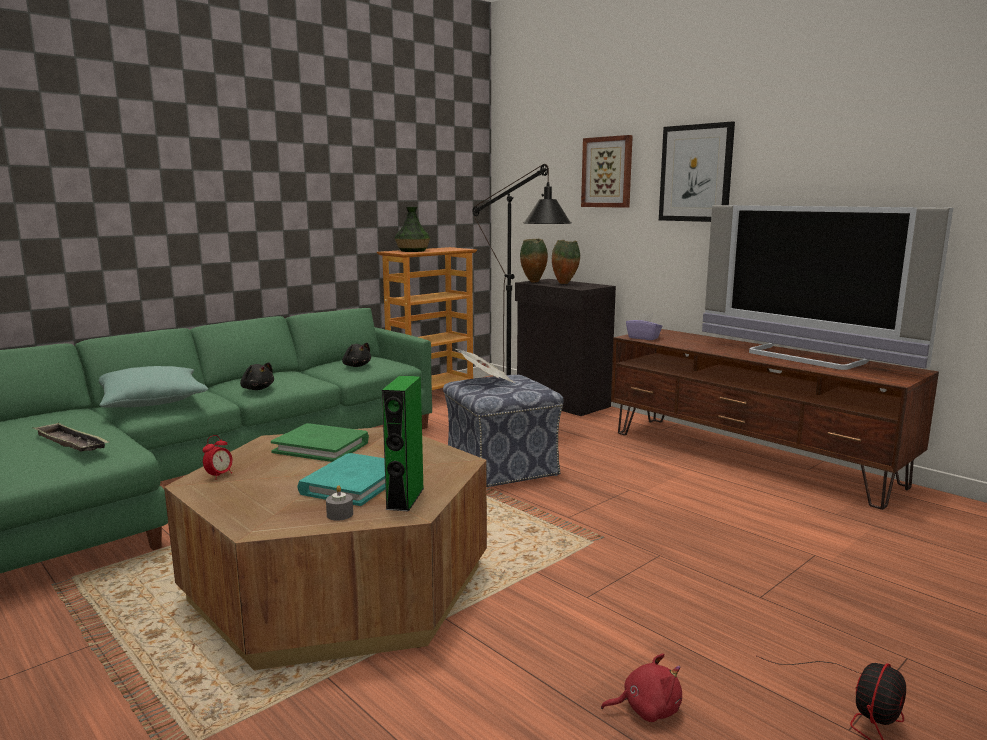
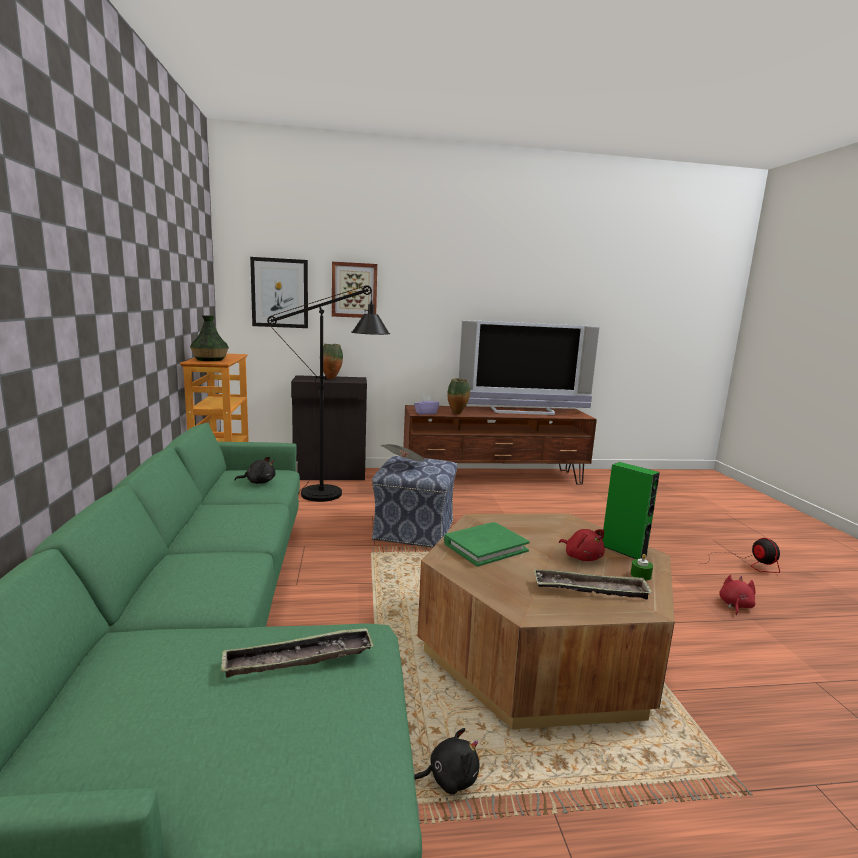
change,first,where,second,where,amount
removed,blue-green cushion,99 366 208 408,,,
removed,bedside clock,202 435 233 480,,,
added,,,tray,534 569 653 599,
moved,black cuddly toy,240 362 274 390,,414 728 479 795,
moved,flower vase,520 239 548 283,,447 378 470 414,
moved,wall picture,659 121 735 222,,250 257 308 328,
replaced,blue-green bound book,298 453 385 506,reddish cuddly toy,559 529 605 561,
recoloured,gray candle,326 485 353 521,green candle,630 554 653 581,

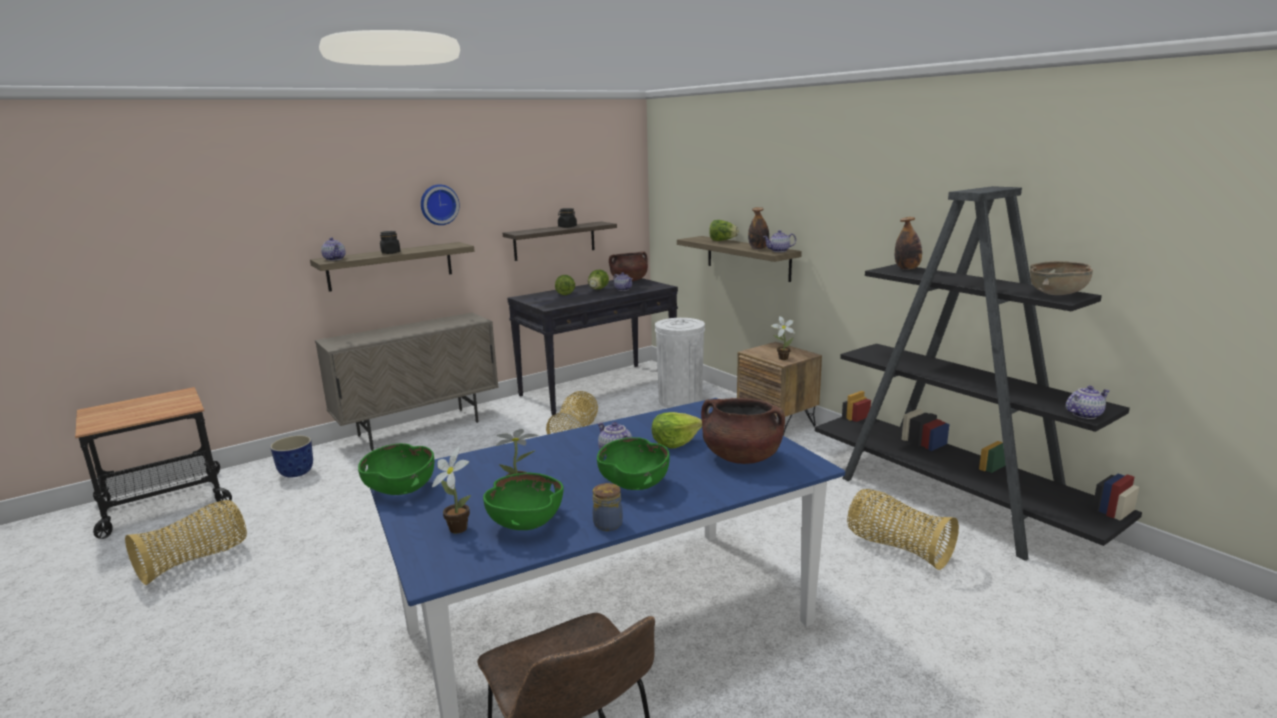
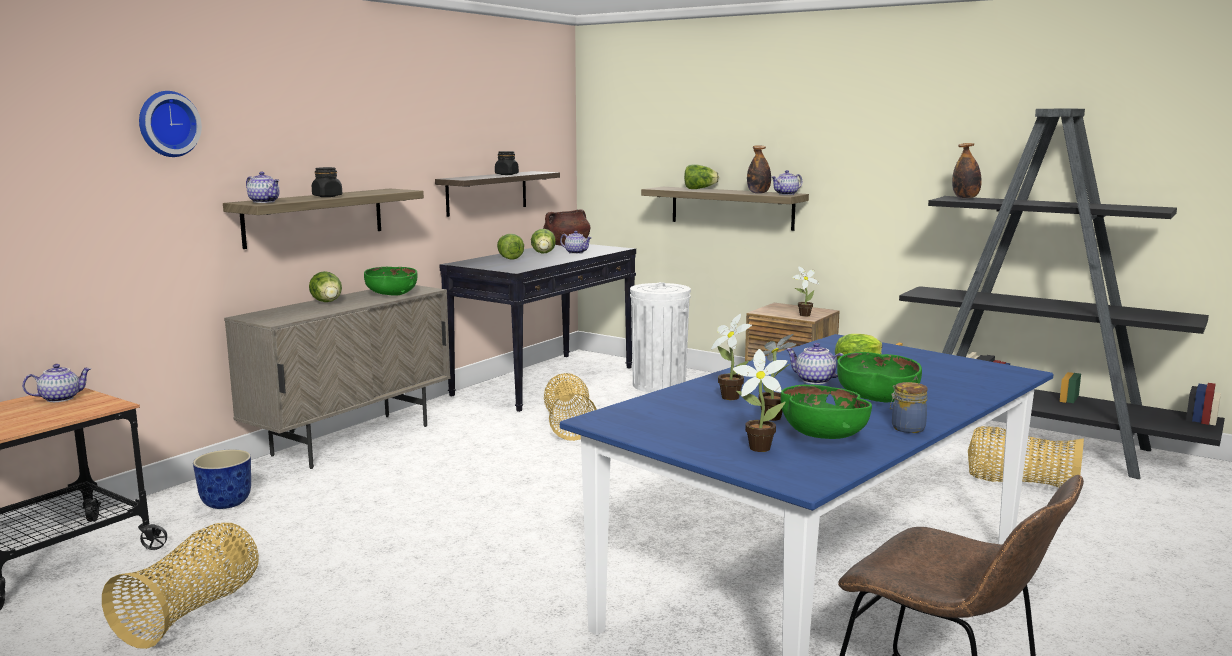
change,first,where,second,where,amount
removed,brown-coloured cooking pot,701 398 785 464,,,
removed,brown-coloured serving bowl,1030 261 1093 295,,,
added,,,lettuce head,309 271 342 302,
added,,,plant in a pot,711 314 752 400,
moved,green serving bowl,358 443 434 495,,364 267 417 296,
moved,wall clock,421 184 460 225,,139 91 202 157,
moved,teapot,1066 386 1109 419,,22 364 92 402,

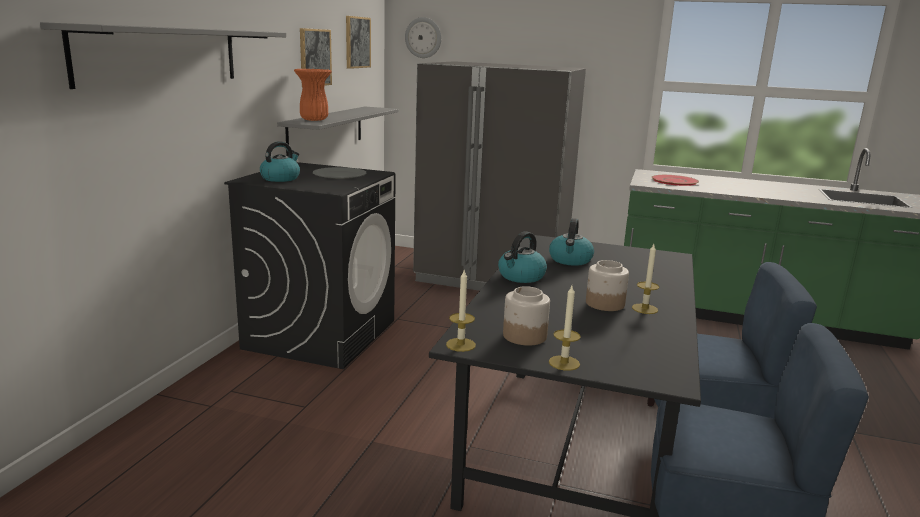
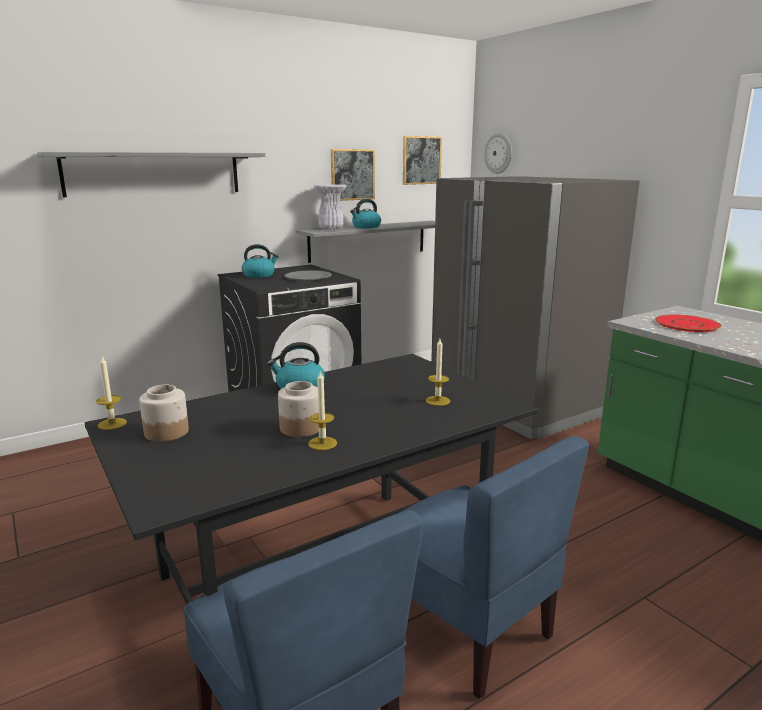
change,first,where,second,where,amount
moved,kettle,549 218 594 266,,350 199 381 228,
moved,candle,549 286 581 371,,426 339 450 406,
recoloured,orange flower vase,294 69 332 121,white-coloured flower vase,314 184 347 230,

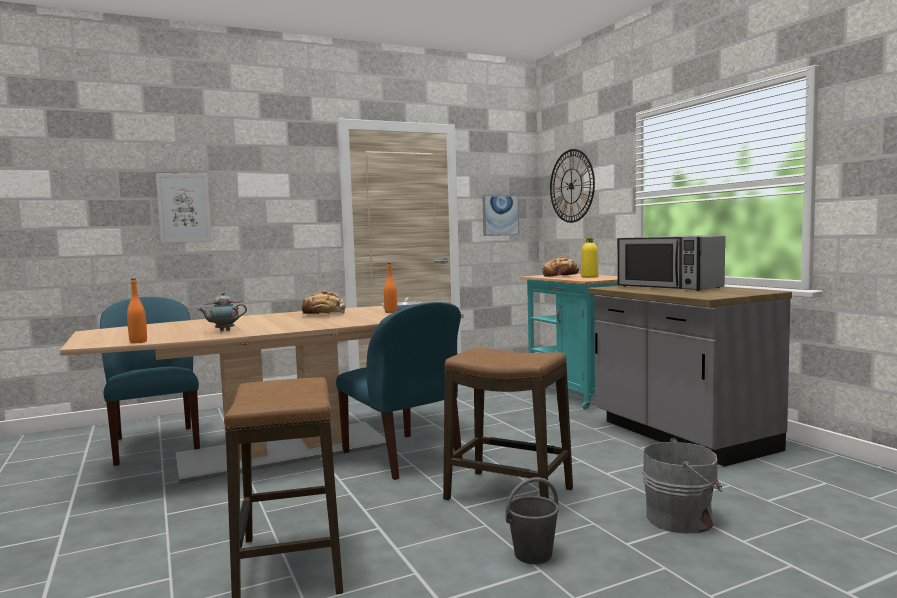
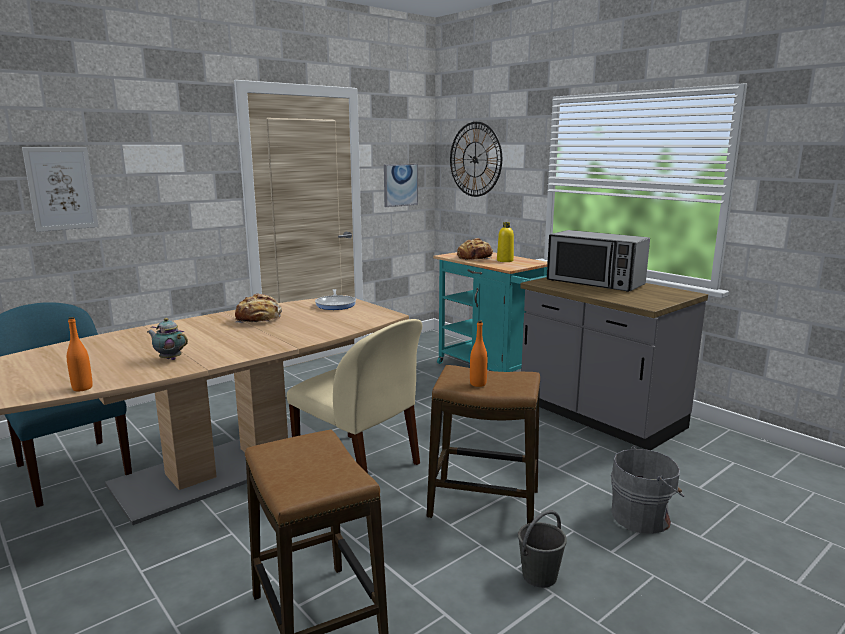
change,first,where,second,where,amount
moved,orange bottle,384 263 397 313,,470 321 488 387,
recoloured,blue chair,336 302 463 480,beige-coloured chair,287 319 422 473,
turned,teapot,198 292 247 331,,147 318 188 360,60 degrees clockwise

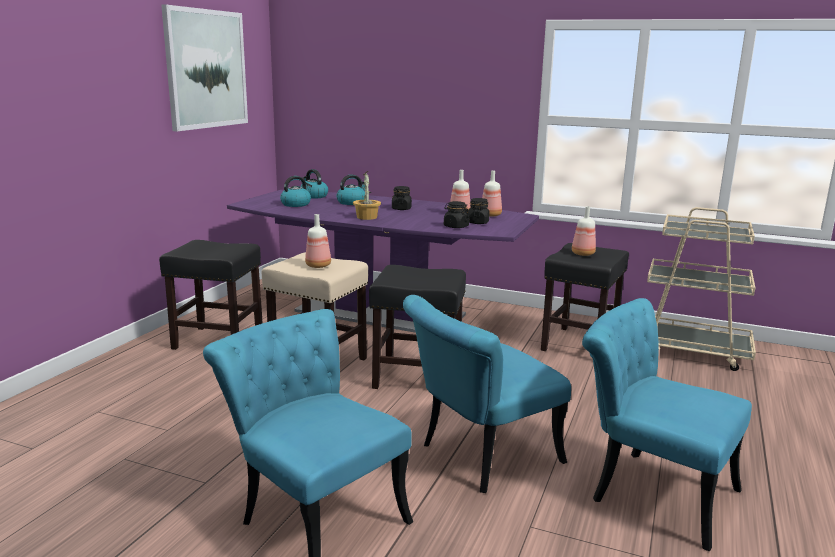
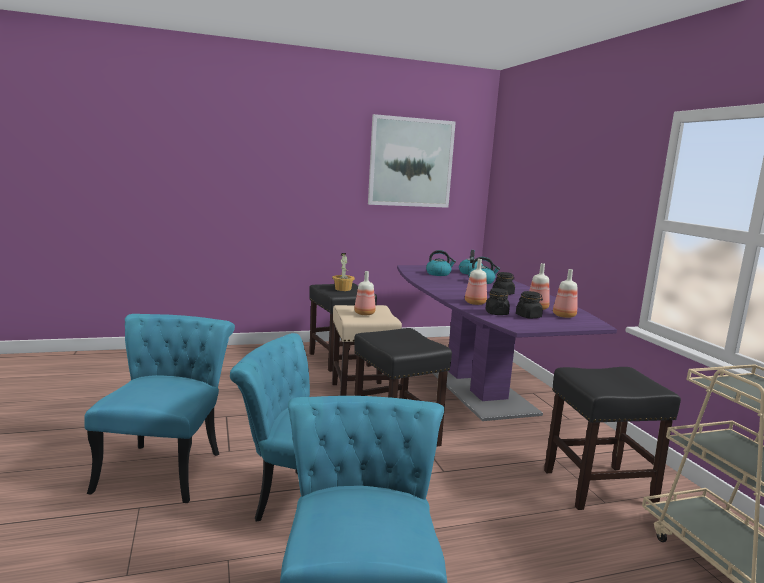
change,first,where,second,where,amount
moved,plant in a pot,353 171 381 220,,333 253 355 291,
moved,bottle,572 206 596 256,,465 259 487 305,

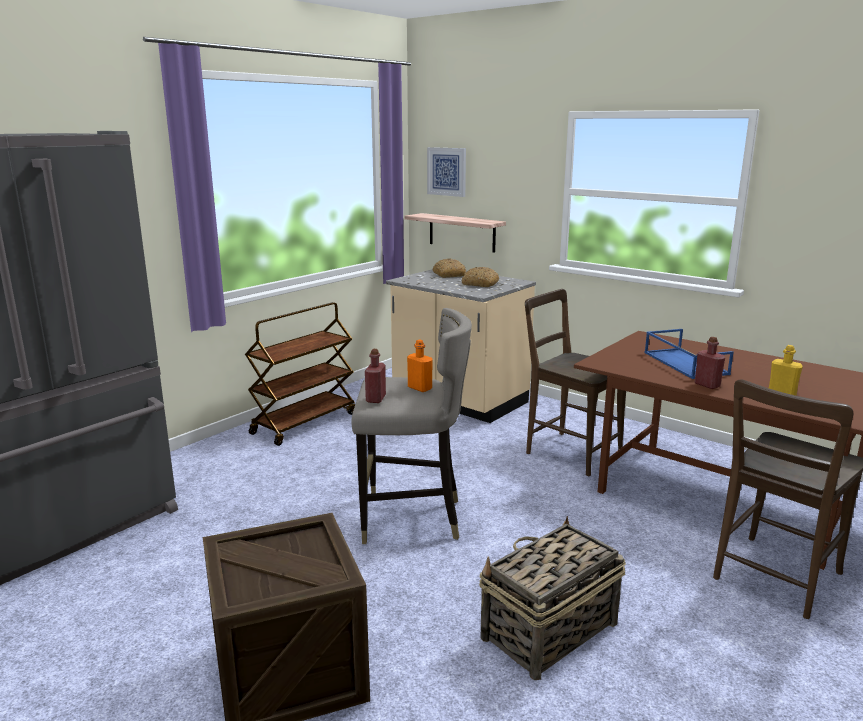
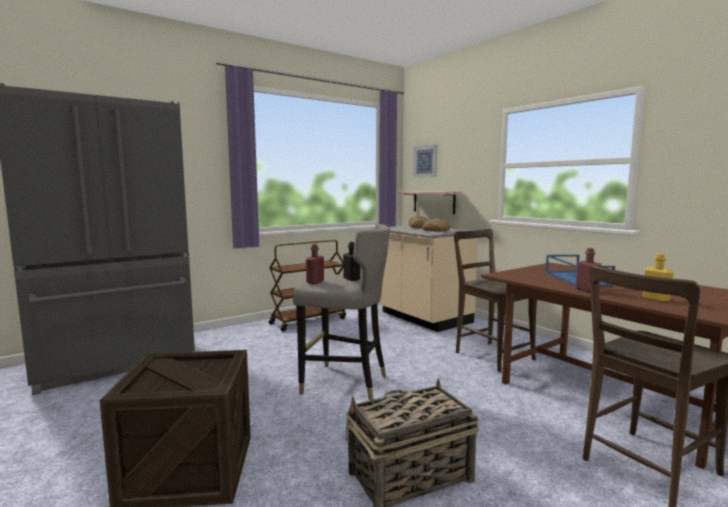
change,first,where,second,where,amount
recoloured,orange bottle,407 340 433 392,black bottle,343 242 360 281,

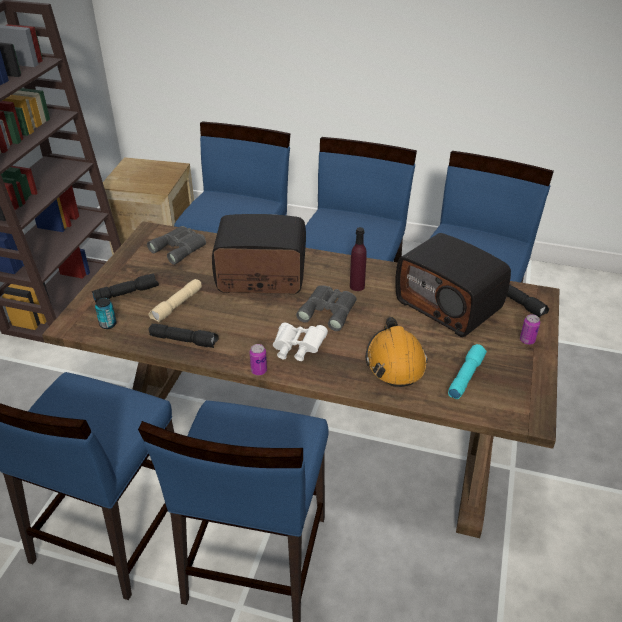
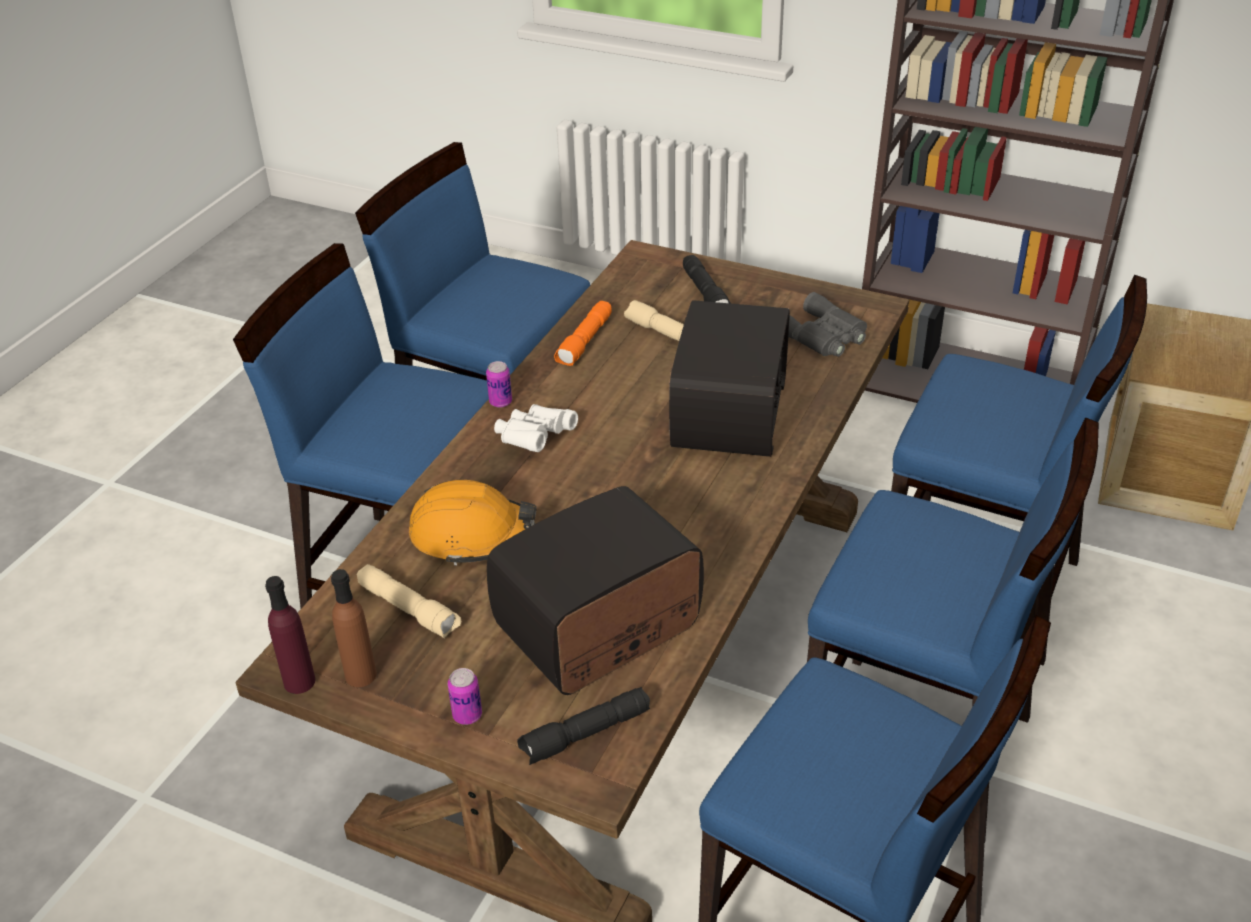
change,first,where,second,where,amount
removed,can,95 298 117 329,,,
removed,gray field glasses,296 285 357 331,,,
added,,,brown-coloured bottle,331 569 377 687,
moved,purple-coloured bottle,350 227 367 291,,265 576 315 694,
recoloured,black hand torch,148 324 219 348,orange hand torch,554 301 612 366,
recoloured,blue-green hand torch,448 344 487 399,beige-coloured hand torch,357 564 461 639,

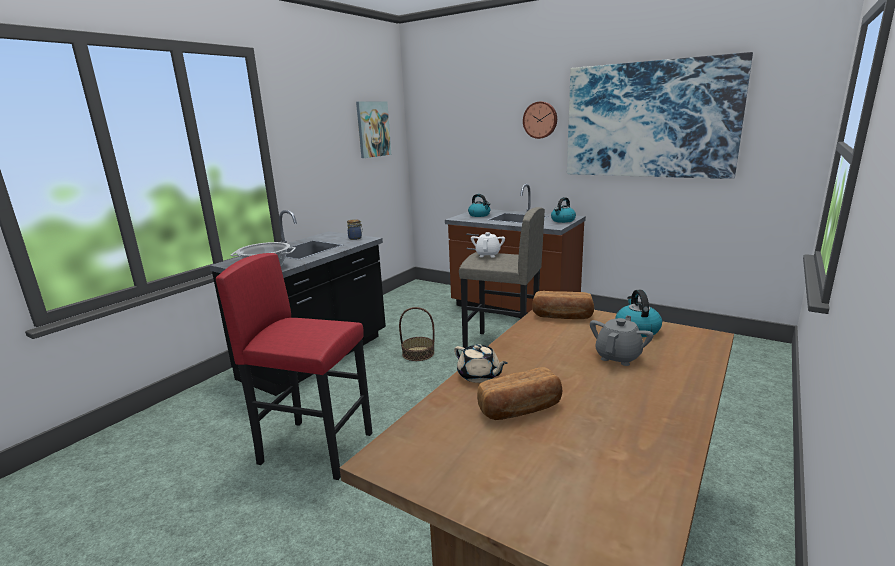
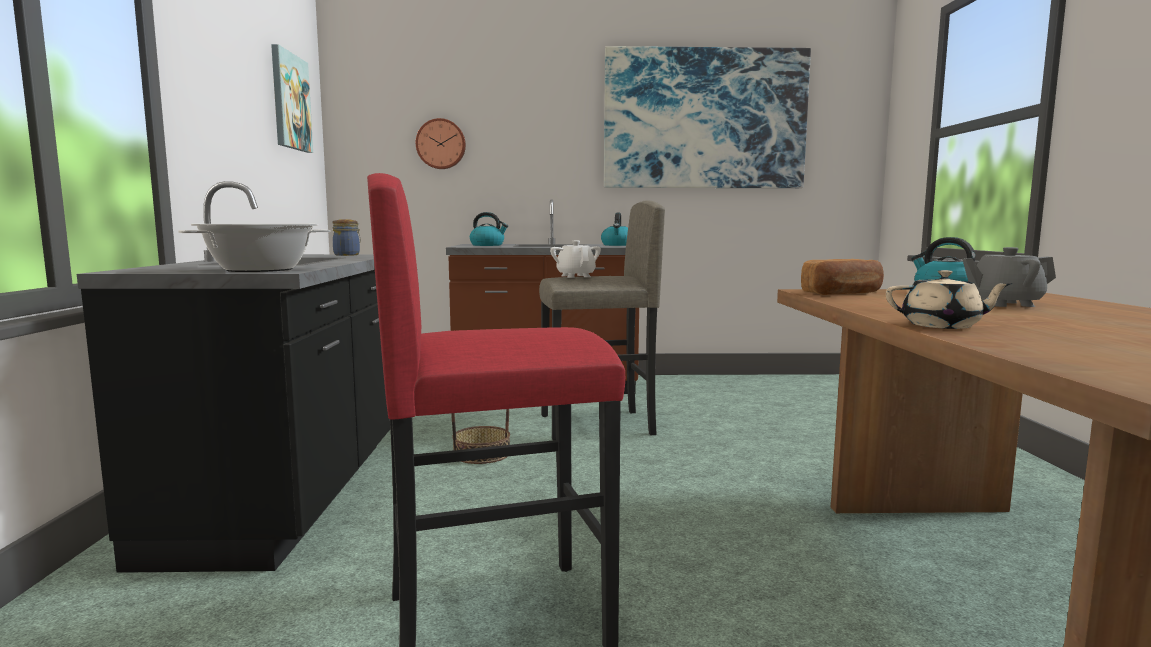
change,first,where,second,where,amount
removed,baked bread,477 368 562 420,,,
moved,wall clock,523 101 557 139,,416 118 466 169,
turned,gray teapot,590 315 653 366,,963 247 1056 307,90 degrees counterclockwise

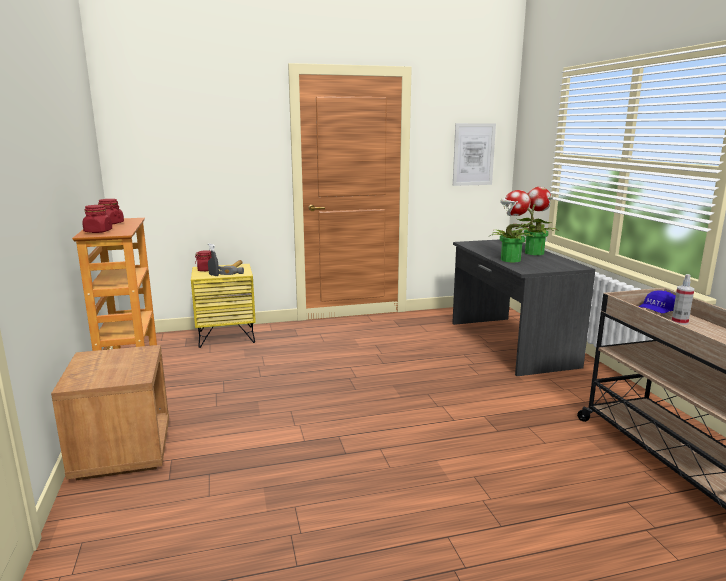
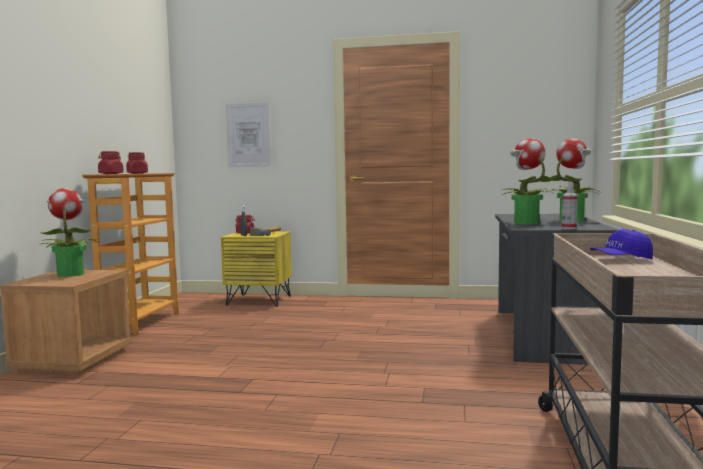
change,first,where,second,where,amount
added,,,plant in a pot,39 188 97 277,
moved,wall picture,453 123 496 186,,226 102 271 167,
moved,spray bottle,672 274 694 325,,562 182 578 229,

